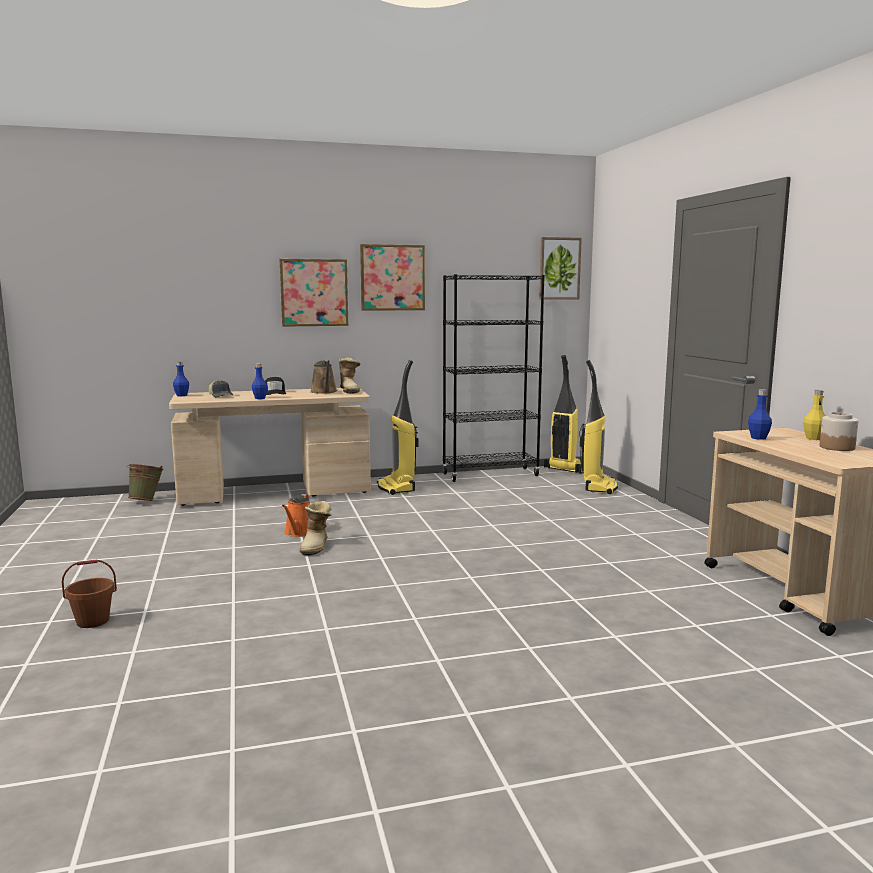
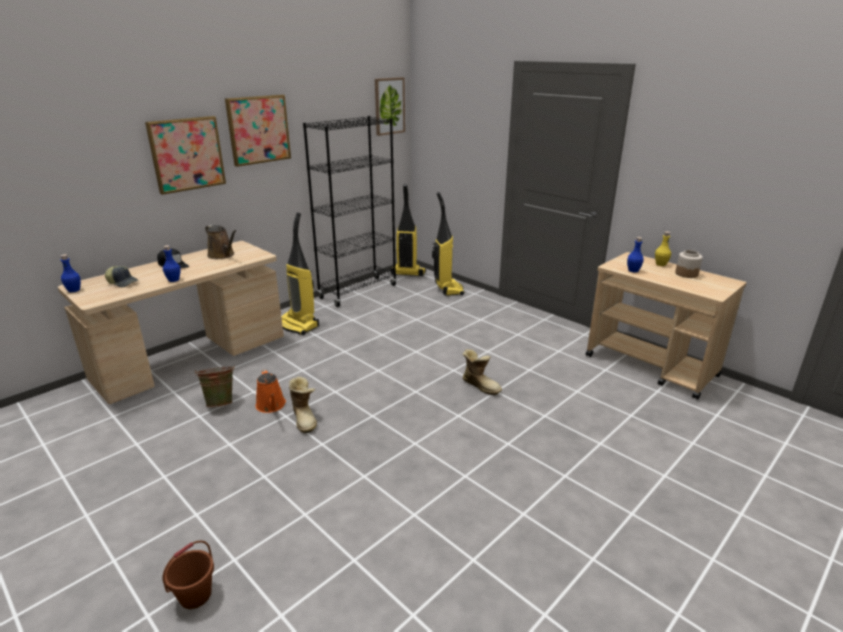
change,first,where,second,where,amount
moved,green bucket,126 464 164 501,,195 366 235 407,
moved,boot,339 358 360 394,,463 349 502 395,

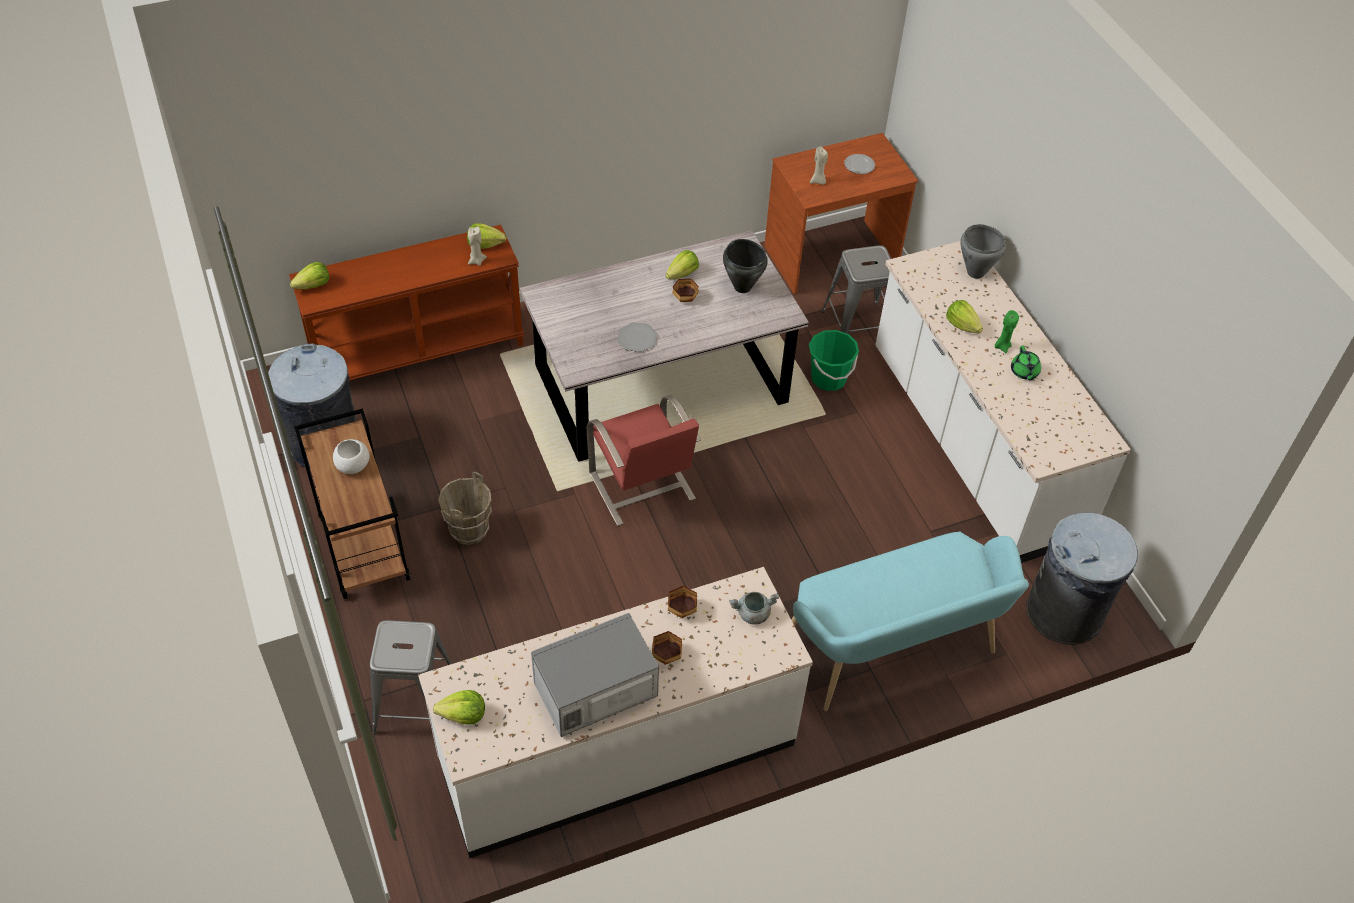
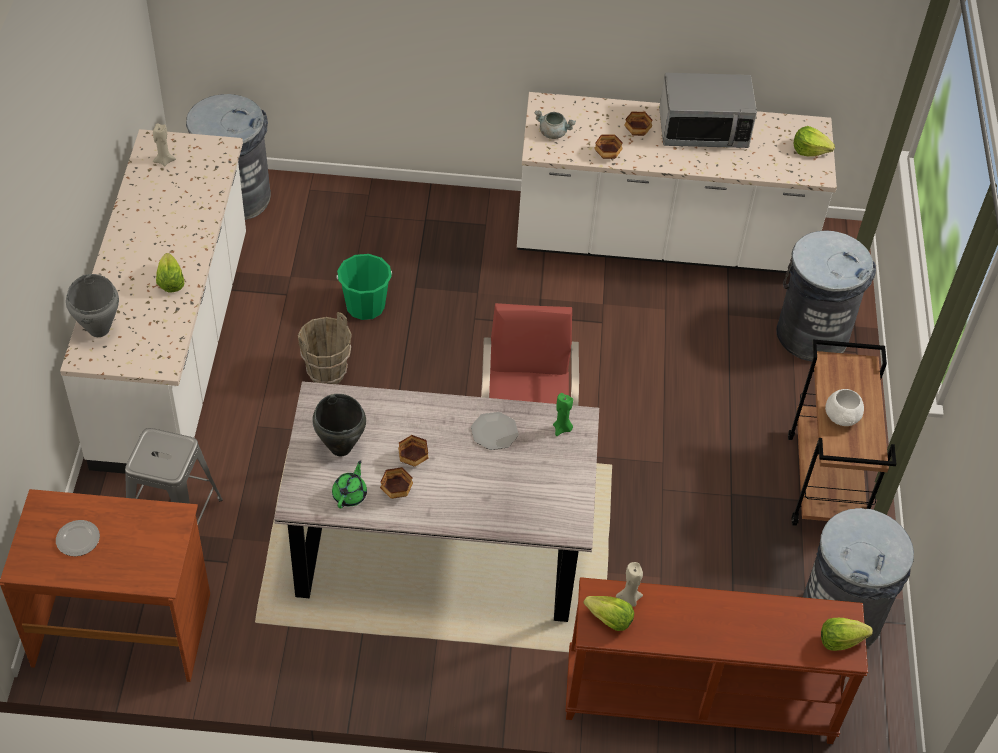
change,first,where,second,where,amount
removed,blue-green indoor bench,791 532 1029 711,,,
moved,brown-coloured bucket,438 472 492 545,,298 312 352 384,
moved,green bucket,809 330 859 391,,336 254 392 320,
moved,beige-coloured candle,810 147 828 185,,153 123 176 167,
moved,green candle,995 310 1019 353,,553 393 573 436,
moved,green teapot,1011 345 1041 380,,332 460 367 508,
replaced,gray stool,370 620 452 735,gray trash can,776 231 876 362,
replaced,lettuce head,666 250 699 280,serving bowl,380 467 413 499,

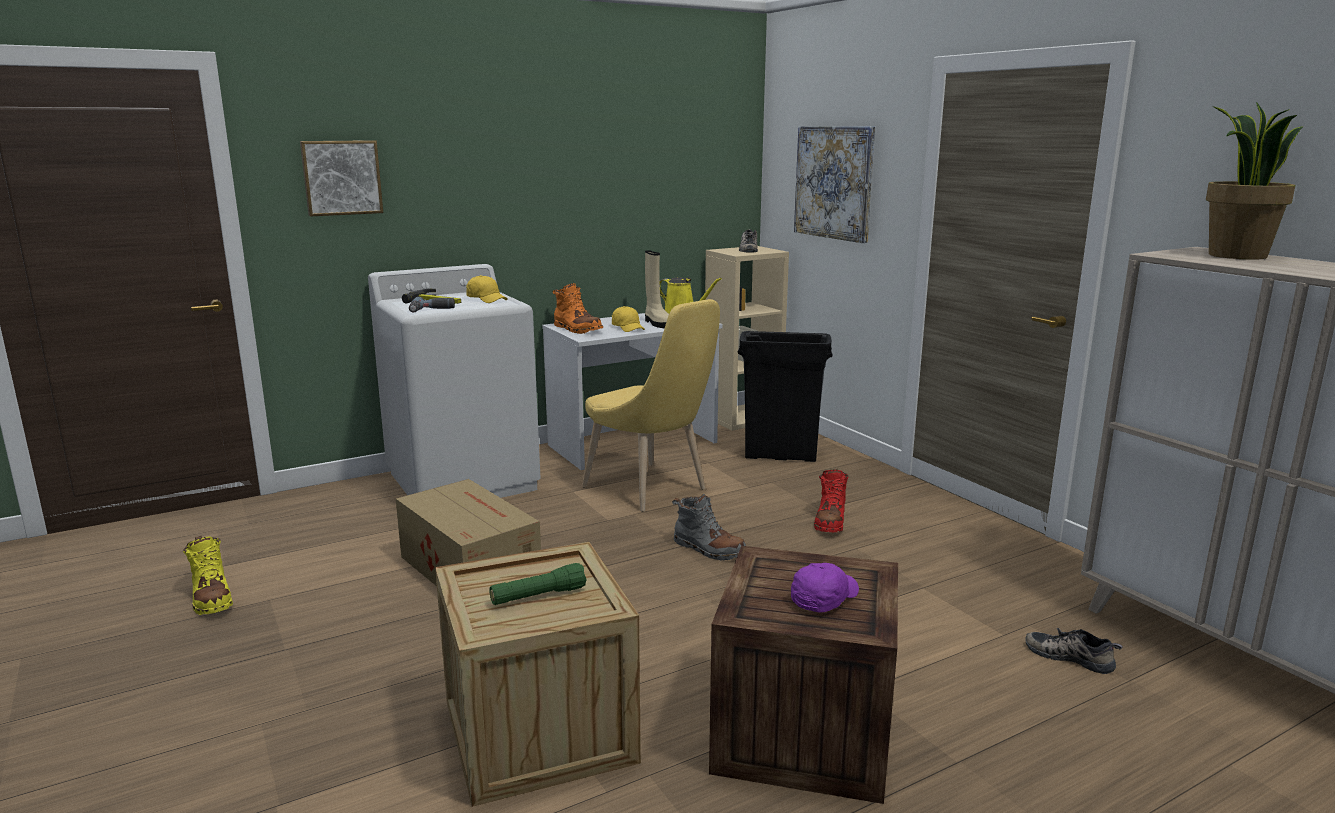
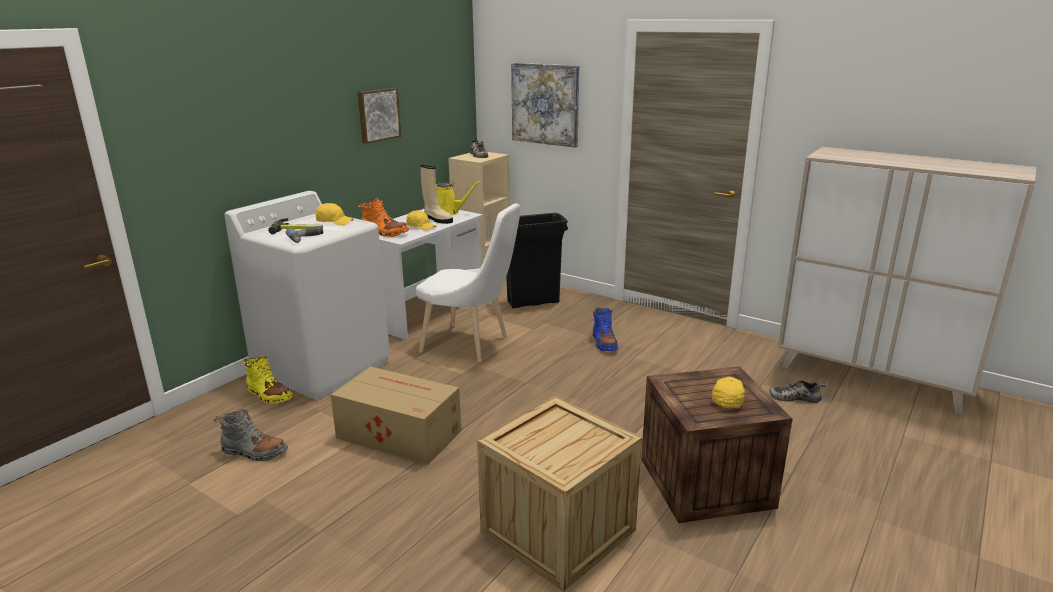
change,first,where,second,where,amount
removed,green hand torch,489 563 587 605,,,
removed,plant in a pot,1206 102 1303 260,,,
moved,yellow-coloured boot,183 536 233 615,,242 356 293 404,
moved,wall picture,300 140 383 217,,358 88 402 144,
moved,gray boot,672 494 746 560,,214 409 288 461,
recoloured,yellow-coloured chair,582 299 720 512,white-coloured chair,416 203 521 363,
recoloured,purple-coloured cap,791 563 859 613,yellow-coloured cap,712 377 745 408,
recoloured,reddish boot,814 469 849 532,blue boot,593 307 618 351,

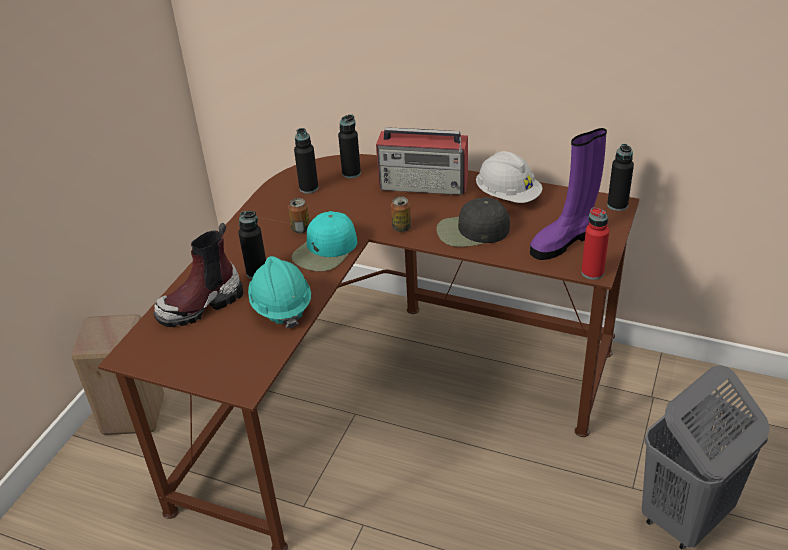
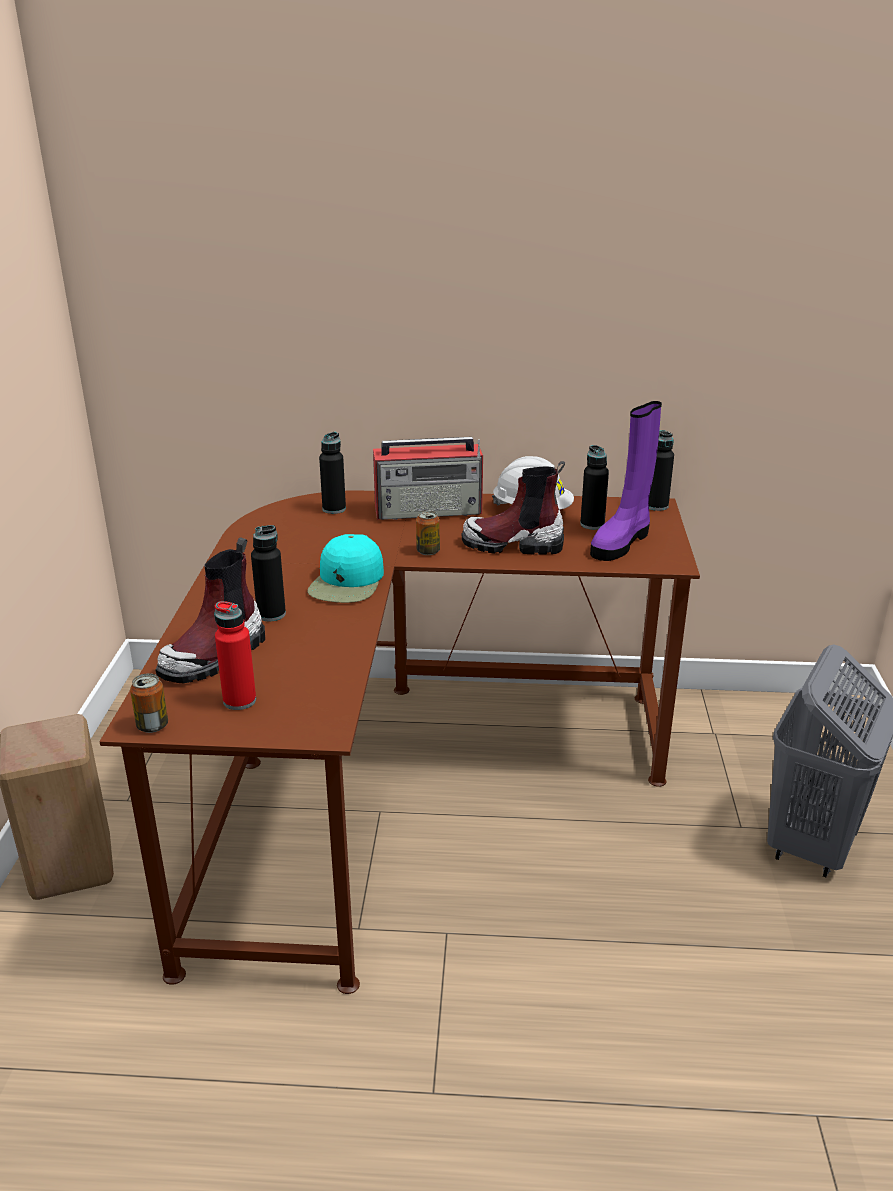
change,first,where,second,where,amount
removed,blue-green hard hat,248 256 311 328,,,
moved,can,288 198 310 233,,130 673 168 733,
moved,black bottle,294 128 318 194,,580 445 609 530,
moved,reddish bottle,581 207 609 280,,214 601 256 710,
replaced,black cap,437 197 510 247,boot,462 461 565 555,

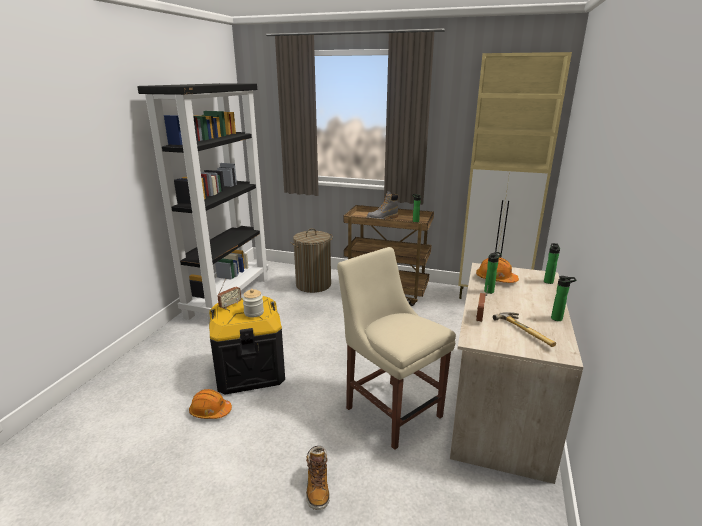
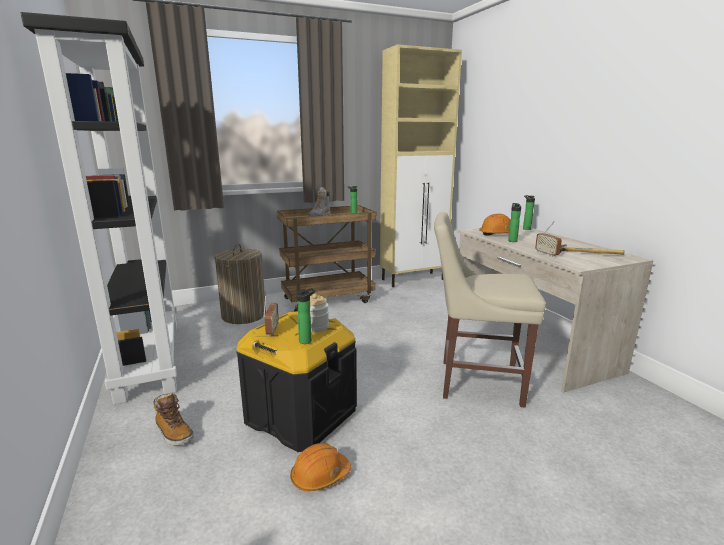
change,first,where,second,where,amount
moved,boot,306 446 330 510,,153 393 194 445,
moved,bottle,551 276 576 321,,297 288 315 344,

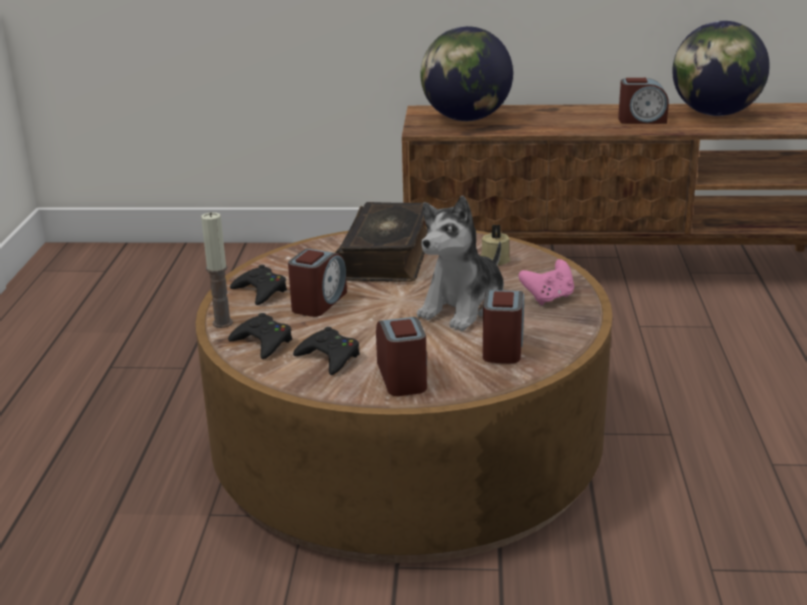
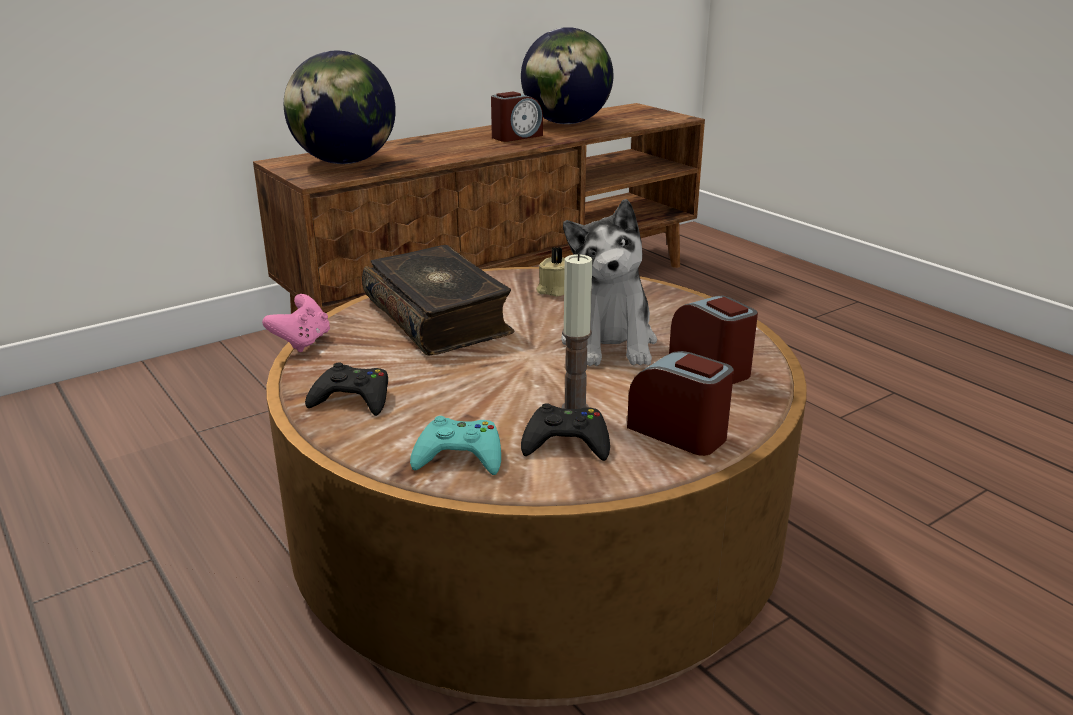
change,first,where,second,where,amount
removed,bedside clock,288 249 347 317,,,
moved,candle,201 212 233 328,,562 253 592 409,
moved,pink joypad,518 259 574 305,,262 294 330 352,
recoloured,black joypad,228 313 292 359,blue-green joypad,410 416 501 475,

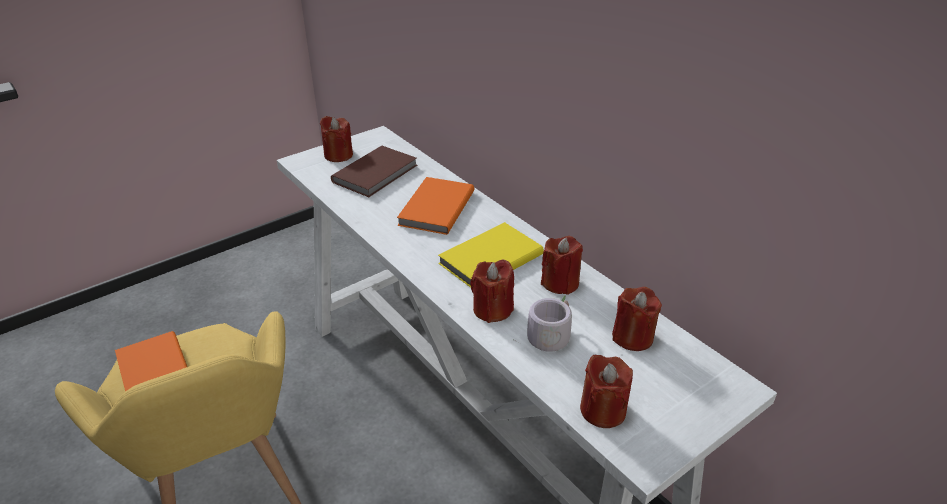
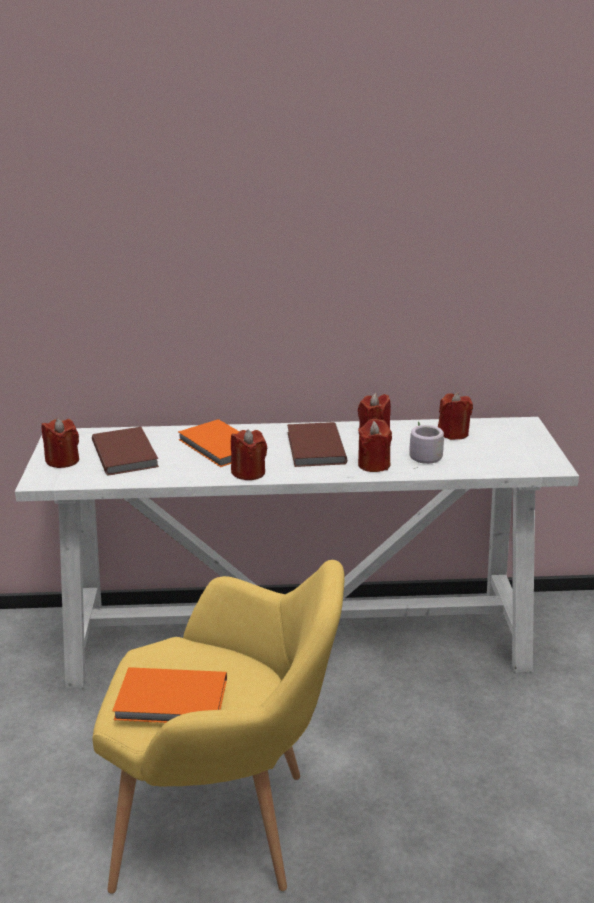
change,first,where,second,where,amount
moved,reddish candle,580 354 633 428,,231 430 267 480,
recoloured,yellow-coloured bound book,438 222 544 288,brown-coloured bound book,287 422 347 467,

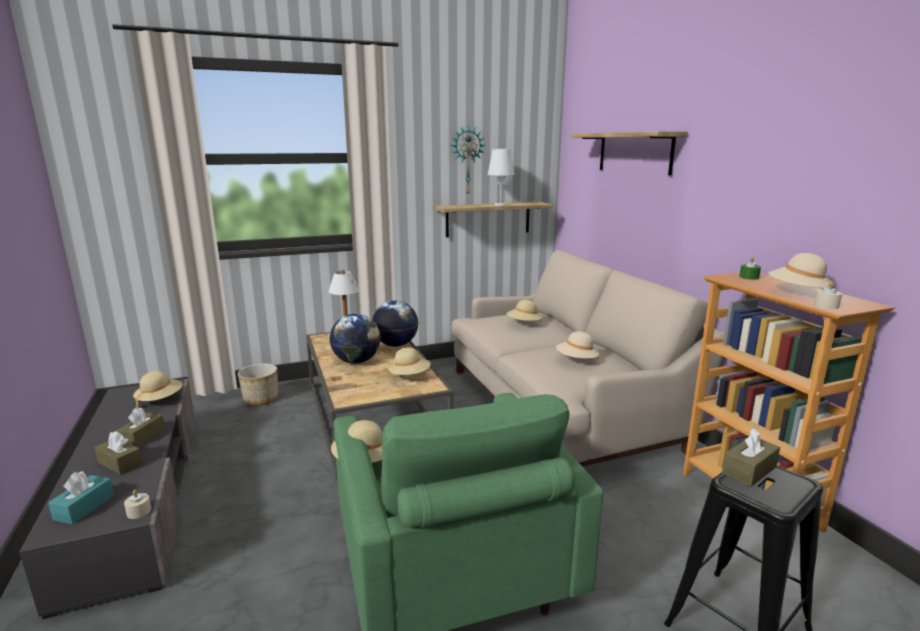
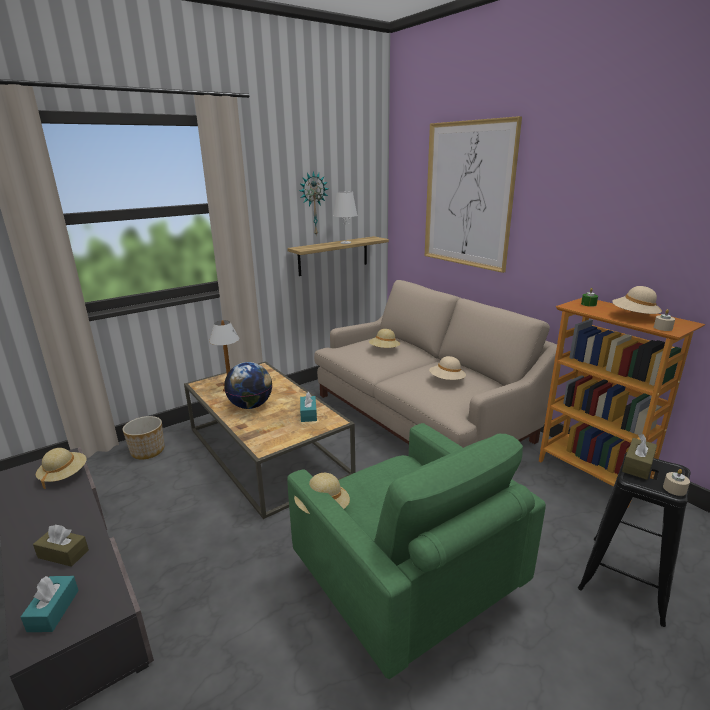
change,first,where,second,where,amount
removed,brown-coloured tissue box,116 407 165 447,,,
removed,world globe,372 301 418 347,,,
moved,beige-coloured candle,124 490 151 519,,663 469 690 496,
replaced,beige-coloured clothing hat,389 347 431 375,blue-green tissue box,300 392 317 422,
replaced,wall shelf,570 131 688 175,wall picture,425 116 522 273,

